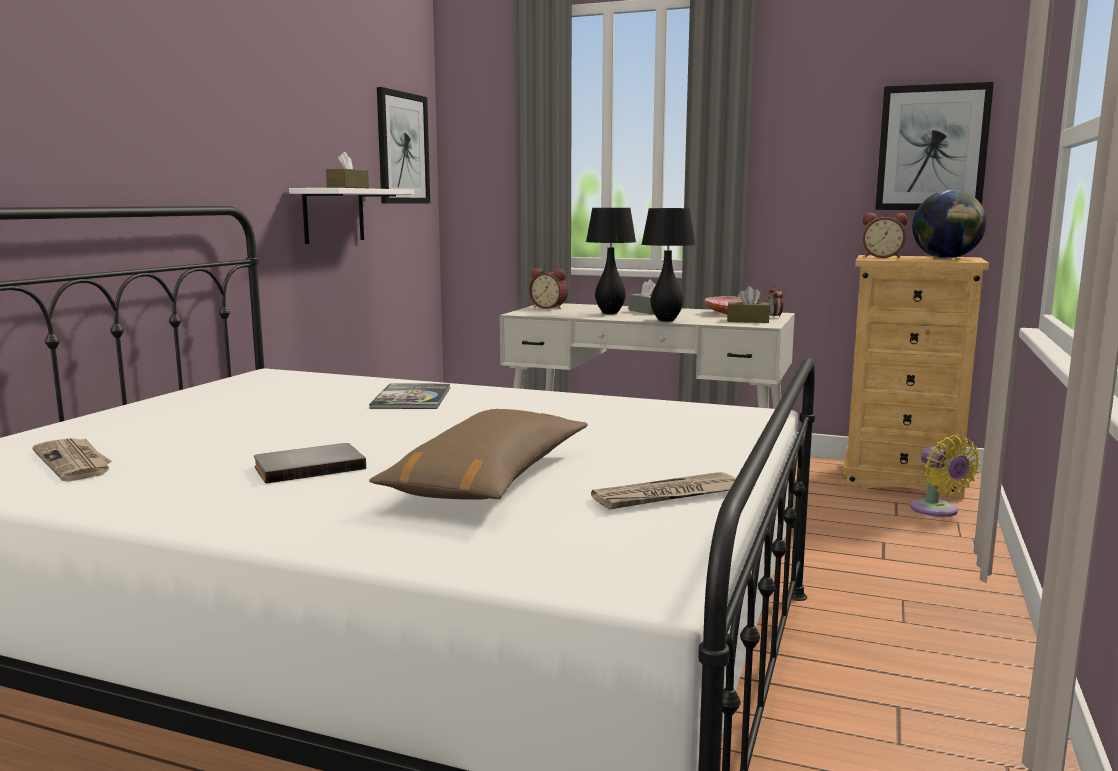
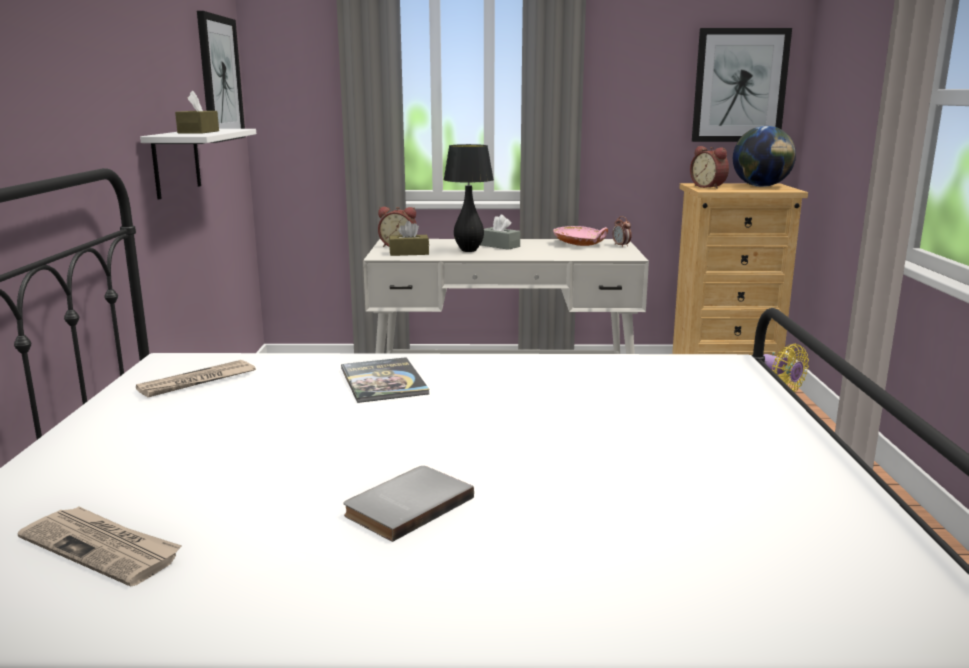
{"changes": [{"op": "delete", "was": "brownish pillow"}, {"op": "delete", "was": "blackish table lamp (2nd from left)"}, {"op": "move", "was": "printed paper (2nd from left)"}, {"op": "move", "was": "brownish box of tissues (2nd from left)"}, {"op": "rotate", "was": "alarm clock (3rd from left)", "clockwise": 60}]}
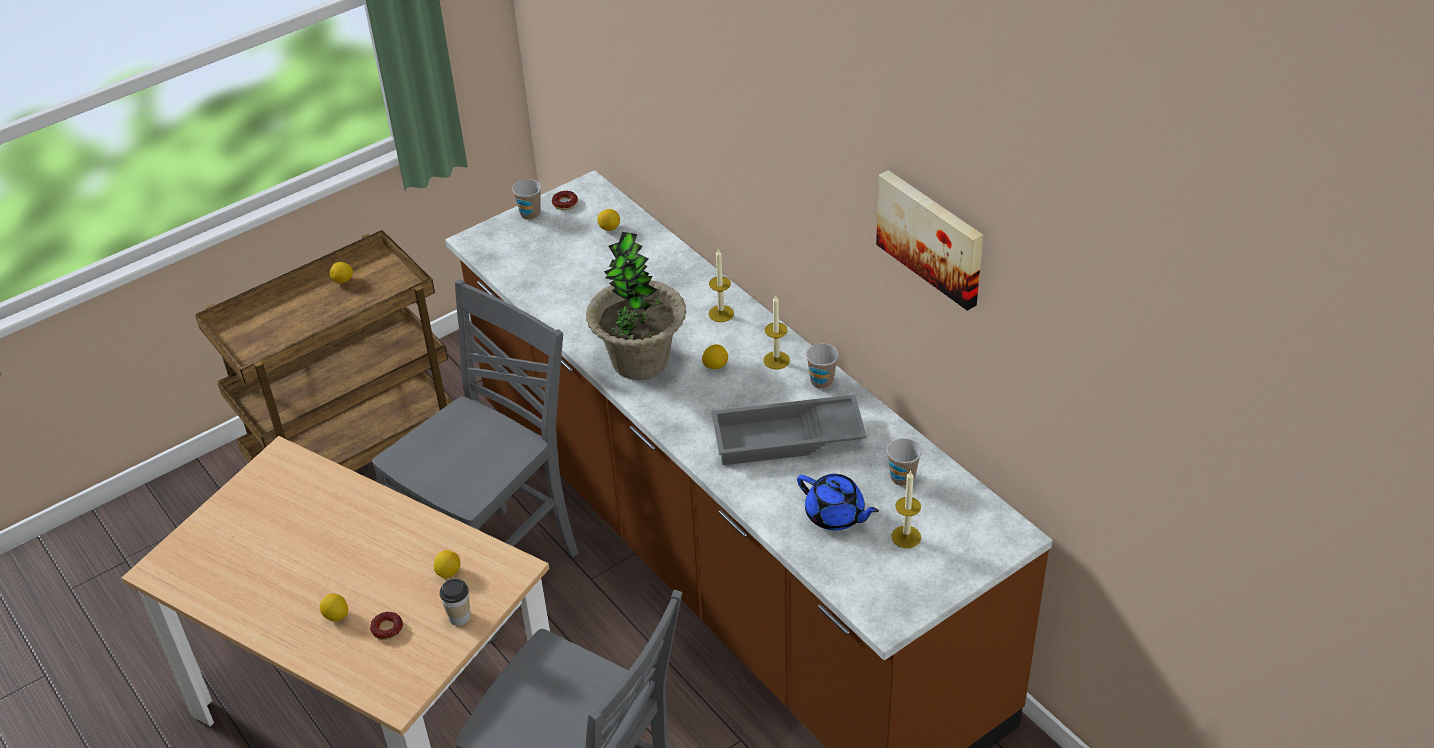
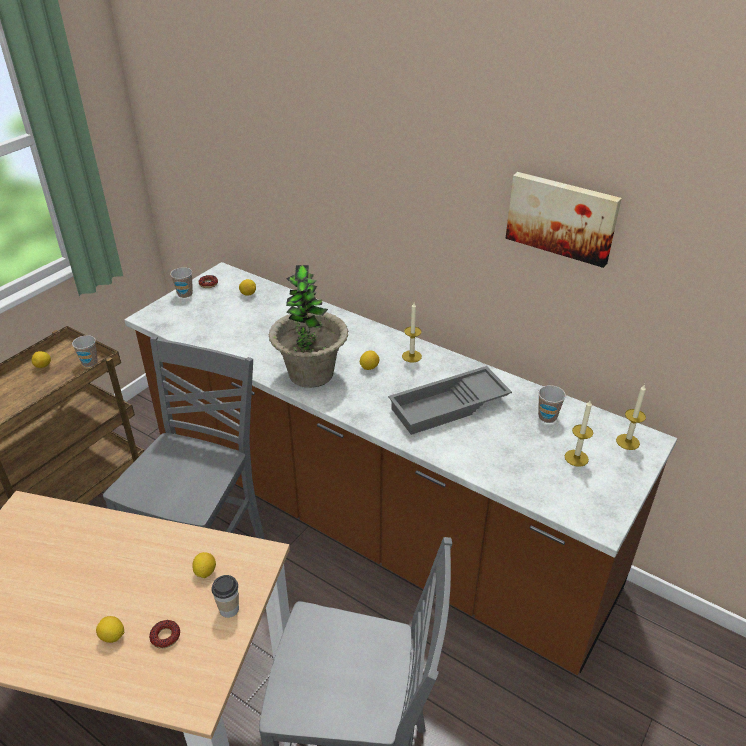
{"changes": [{"op": "delete", "was": "bluish teapot"}, {"op": "move", "was": "wax light (1st from left in the first image)", "now": "wax light (3rd from left)"}, {"op": "move", "was": "small cup (3rd from left in the first image)", "now": "small cup (1st from left)"}]}
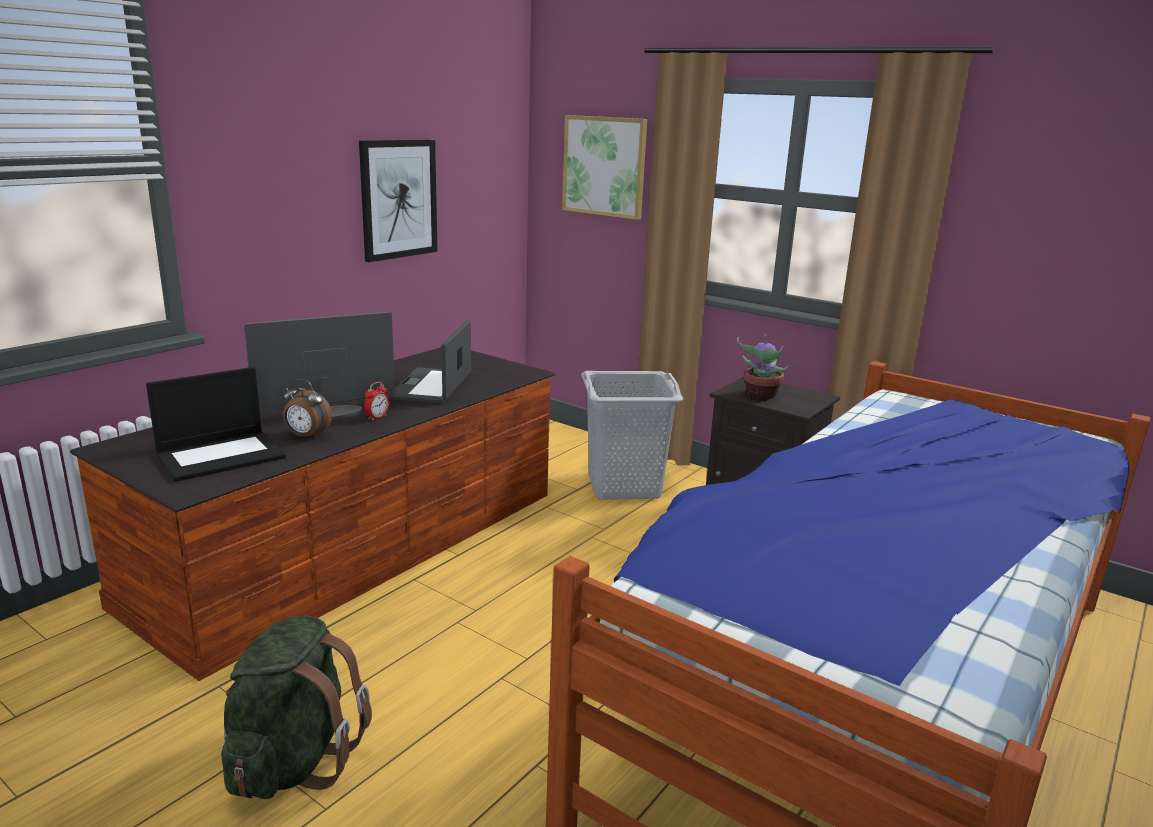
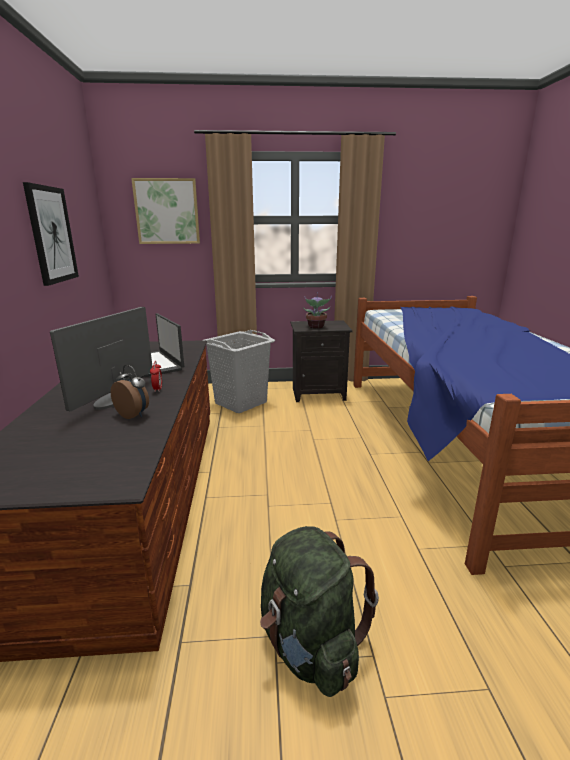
{"changes": [{"op": "delete", "was": "notebook computer (1st from left)"}, {"op": "rotate", "was": "alarm clock (1st from left)", "clockwise": -120}]}
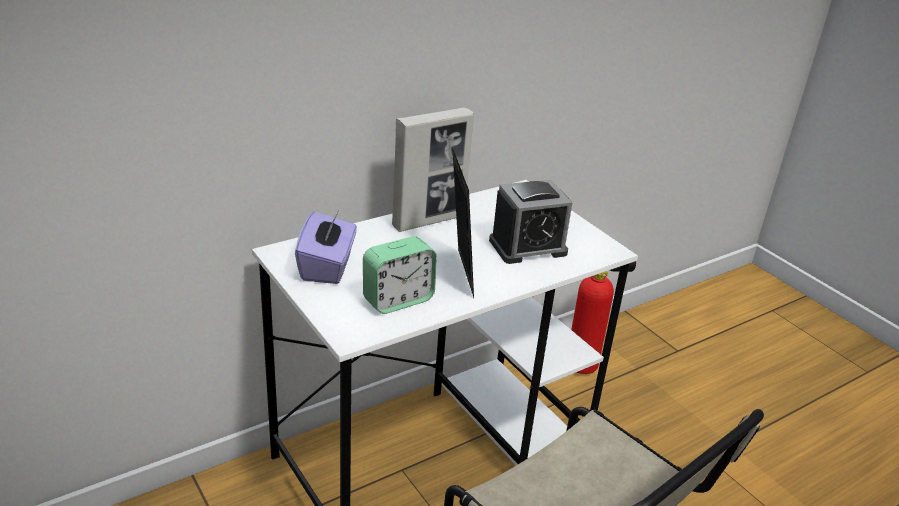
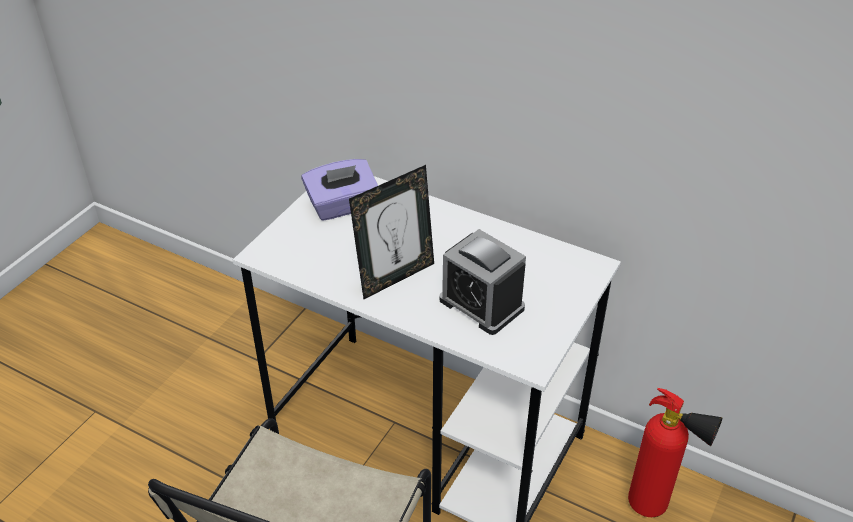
{"changes": [{"op": "delete", "was": "alarm clock (1st from left)"}, {"op": "delete", "was": "photo frame (1st from left)"}]}
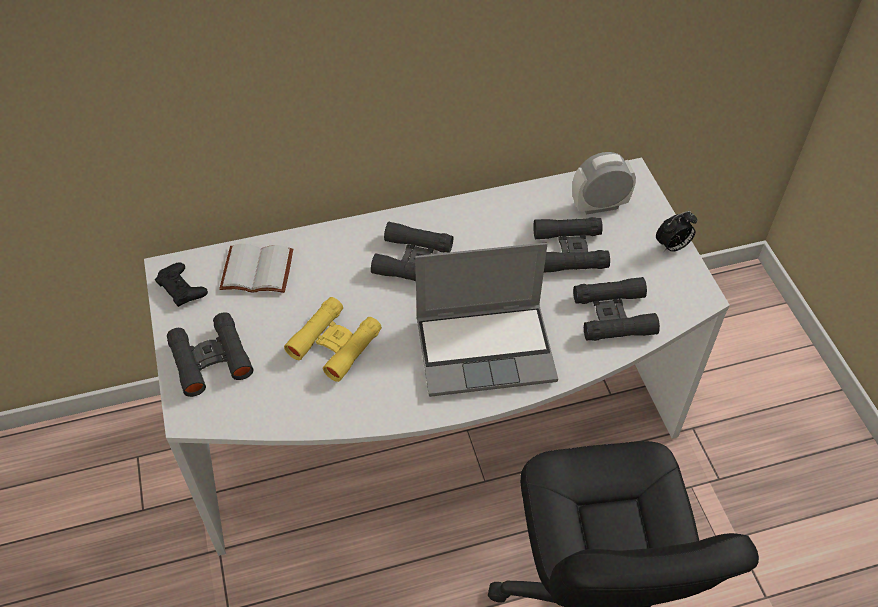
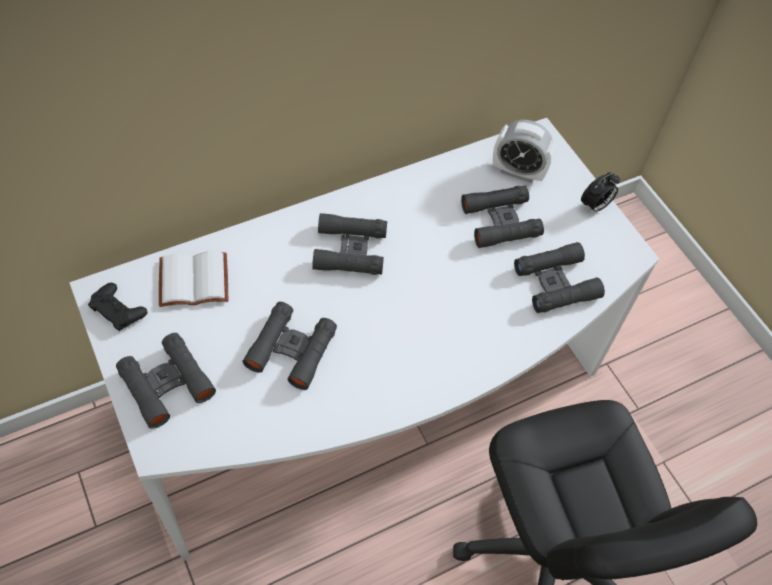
{"changes": [{"op": "delete", "was": "notebook computer"}, {"op": "recolor", "was": "yellow-coloured pair of binoculars", "now": "blackish pair of binoculars (2nd from left)"}, {"op": "rotate", "was": "alarm clock (1st from left)", "clockwise": -135}]}
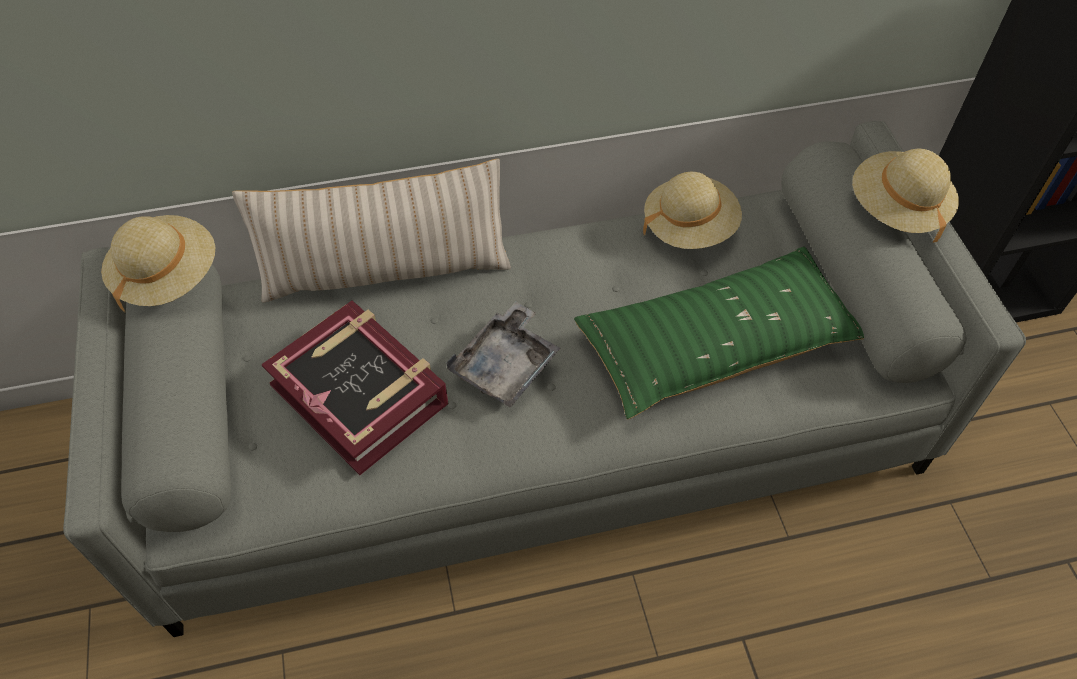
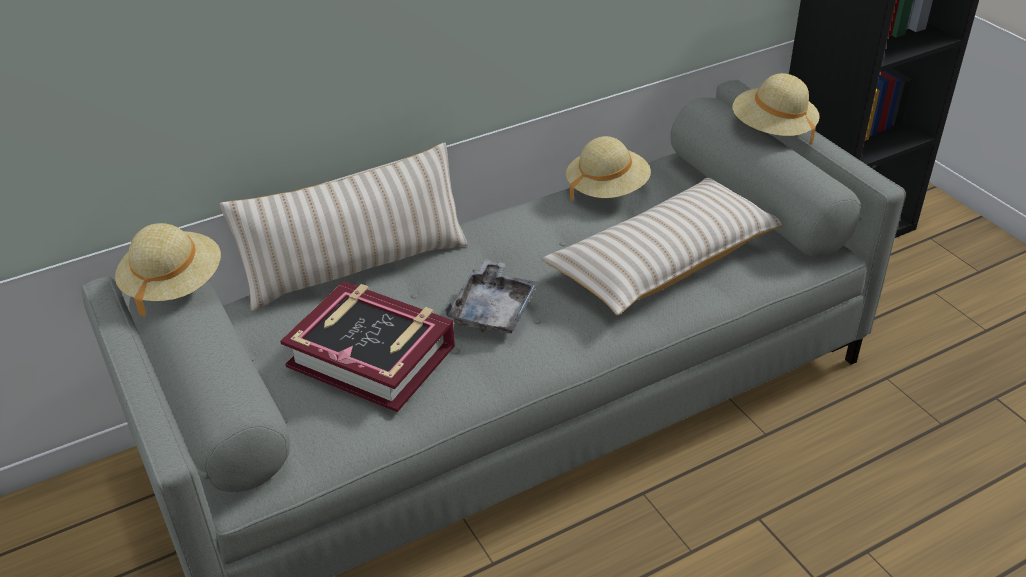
{"changes": [{"op": "recolor", "was": "green-coloured pillow", "now": "beige-coloured pillow (2nd from left)"}]}
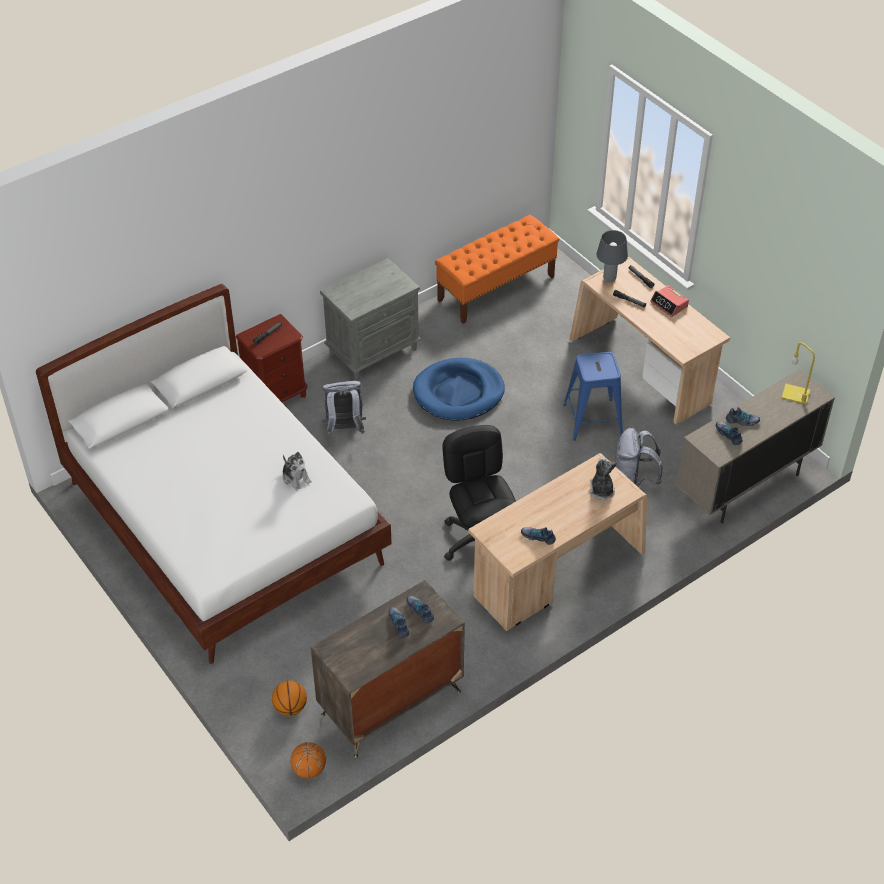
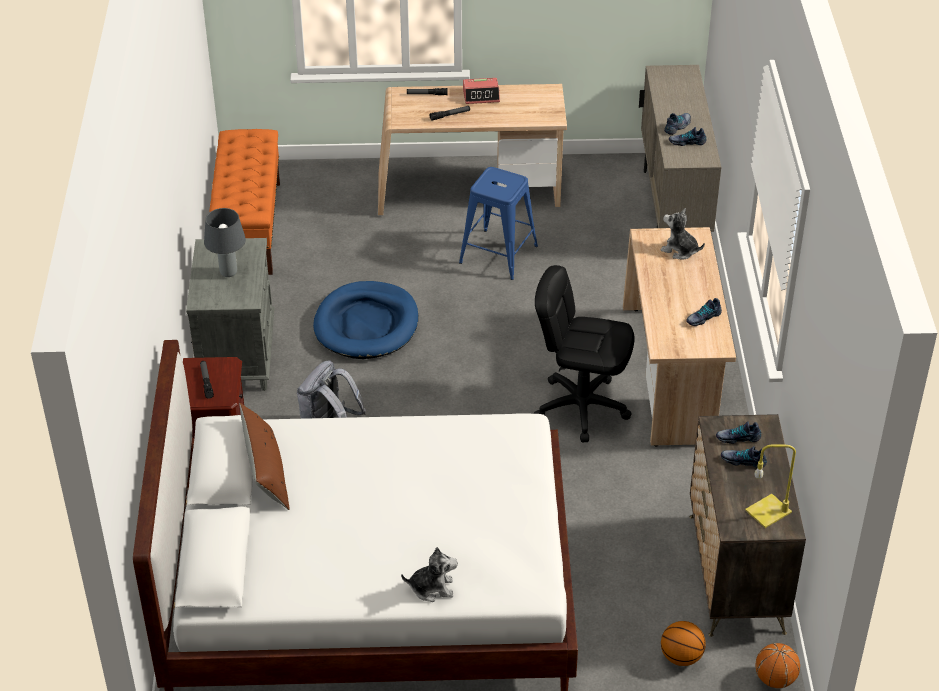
{"changes": [{"op": "delete", "was": "greyish backpack (2nd from left)"}, {"op": "insert", "now": "brownish pillow"}, {"op": "move", "was": "soft toy (1st from left)"}, {"op": "move", "was": "greyish table lamp"}, {"op": "move", "was": "yellow-coloured table lamp"}]}
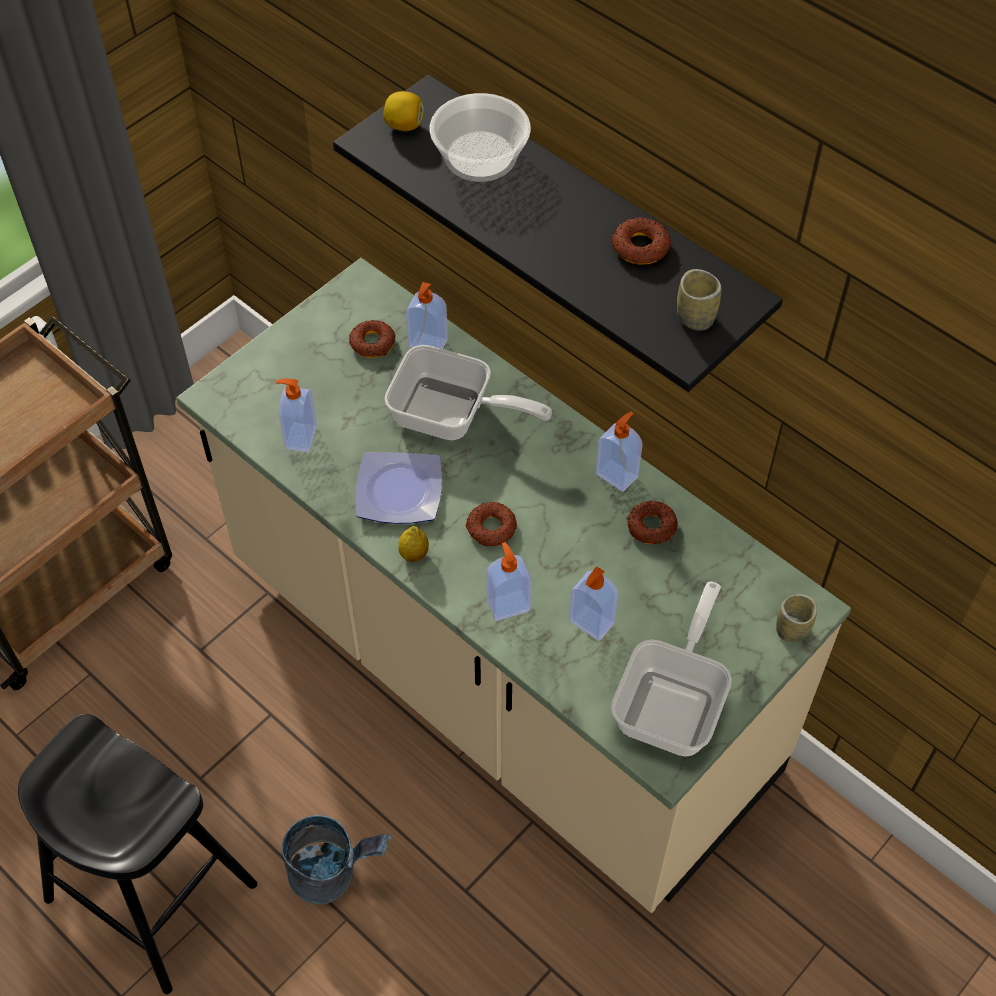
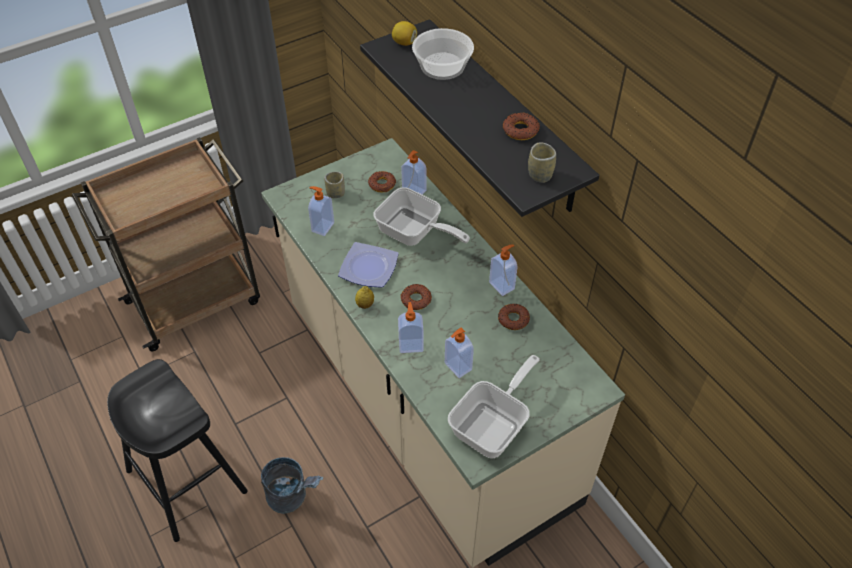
{"changes": [{"op": "move", "was": "small cup (2nd from left in the first image)", "now": "small cup (1st from left)"}]}
